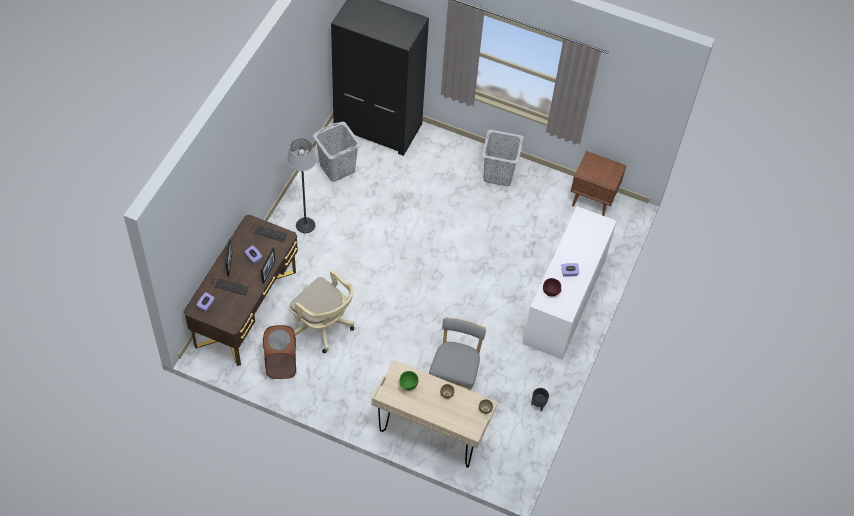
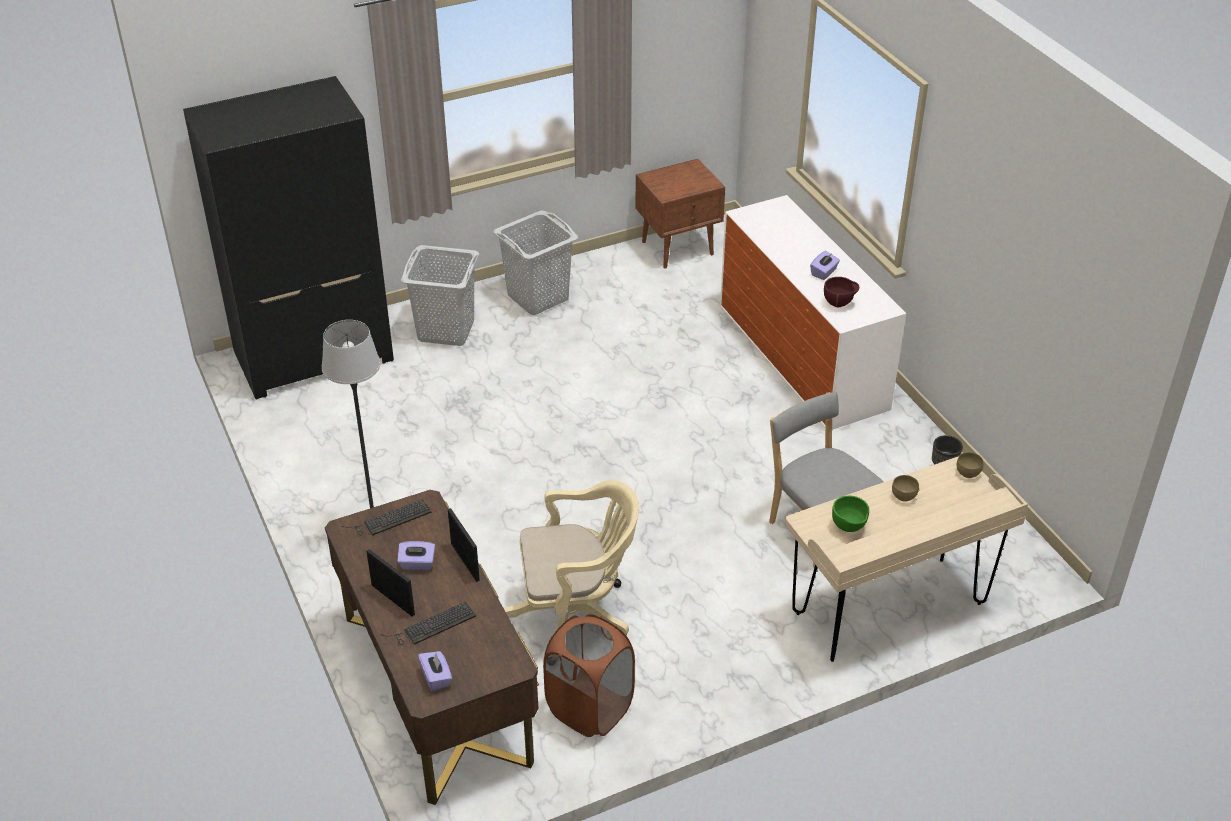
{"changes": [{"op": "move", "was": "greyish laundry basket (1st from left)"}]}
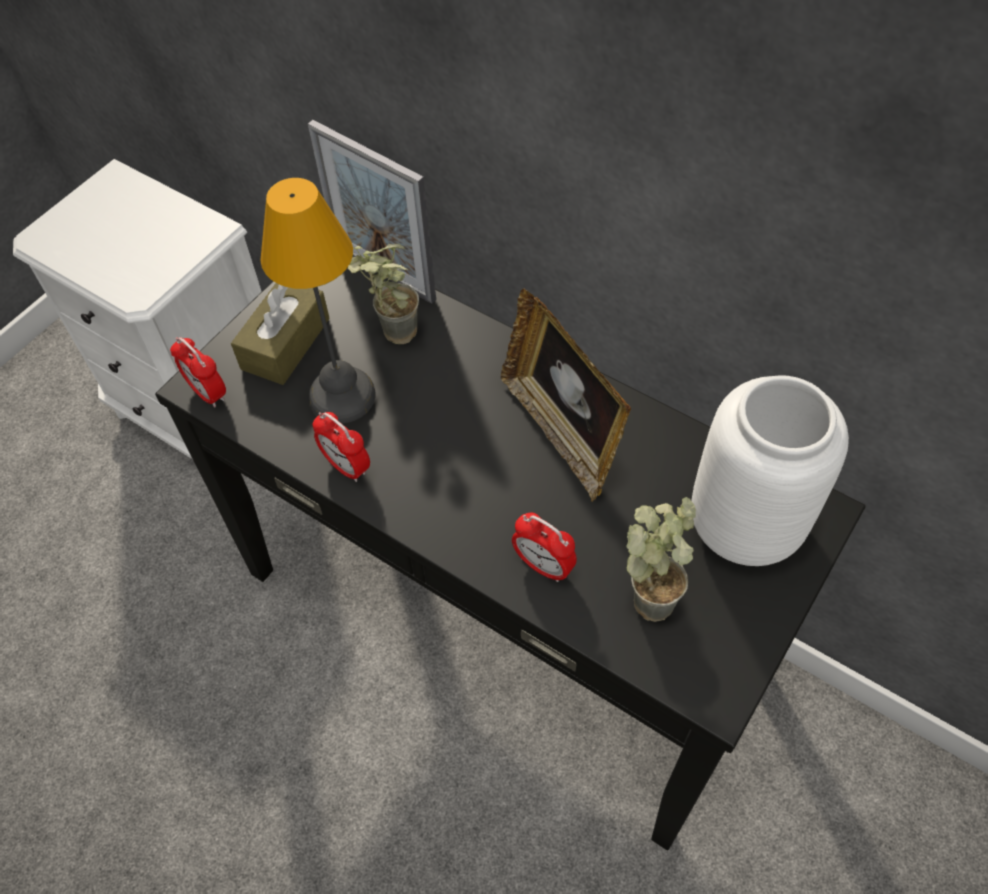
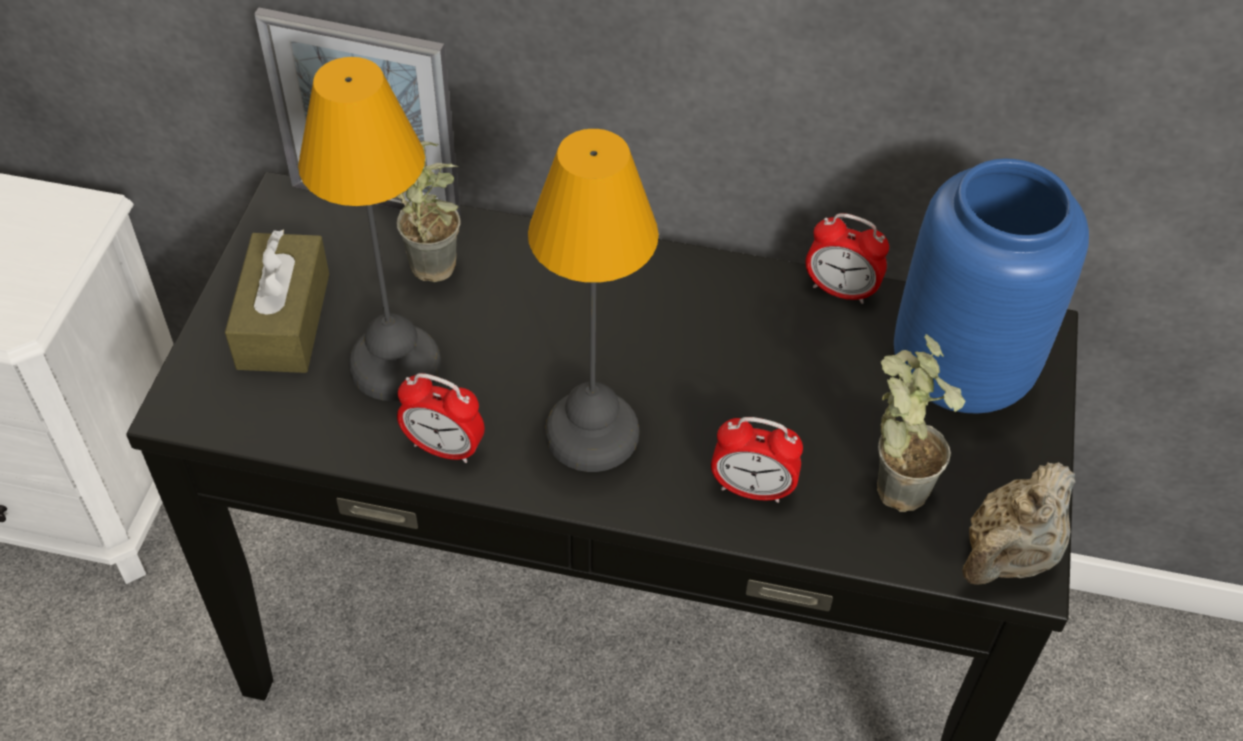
{"changes": [{"op": "delete", "was": "photo frame (2nd from left)"}, {"op": "insert", "now": "table lamp (2nd from left)"}, {"op": "insert", "now": "beige-coloured teapot"}, {"op": "move", "was": "alarm clock (1st from left in the first image)", "now": "alarm clock (3rd from left)"}, {"op": "recolor", "was": "whitish decorative vase", "now": "bluish decorative vase"}]}
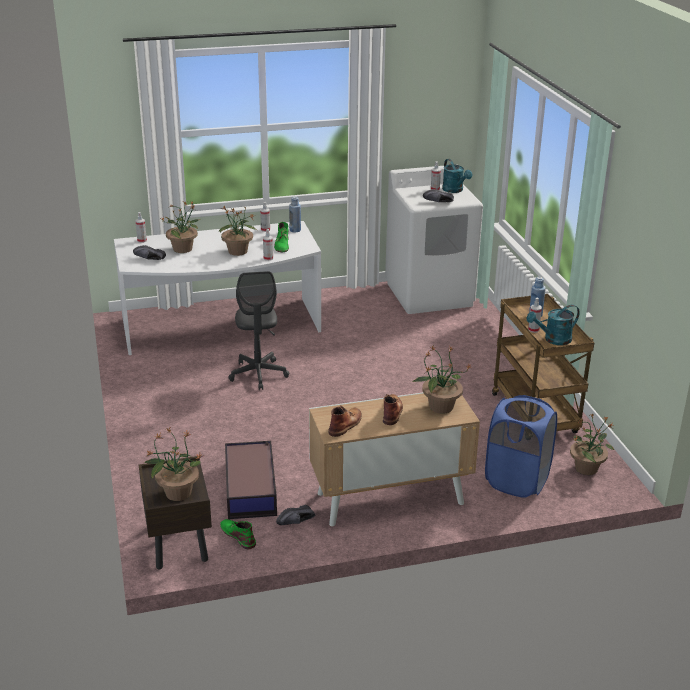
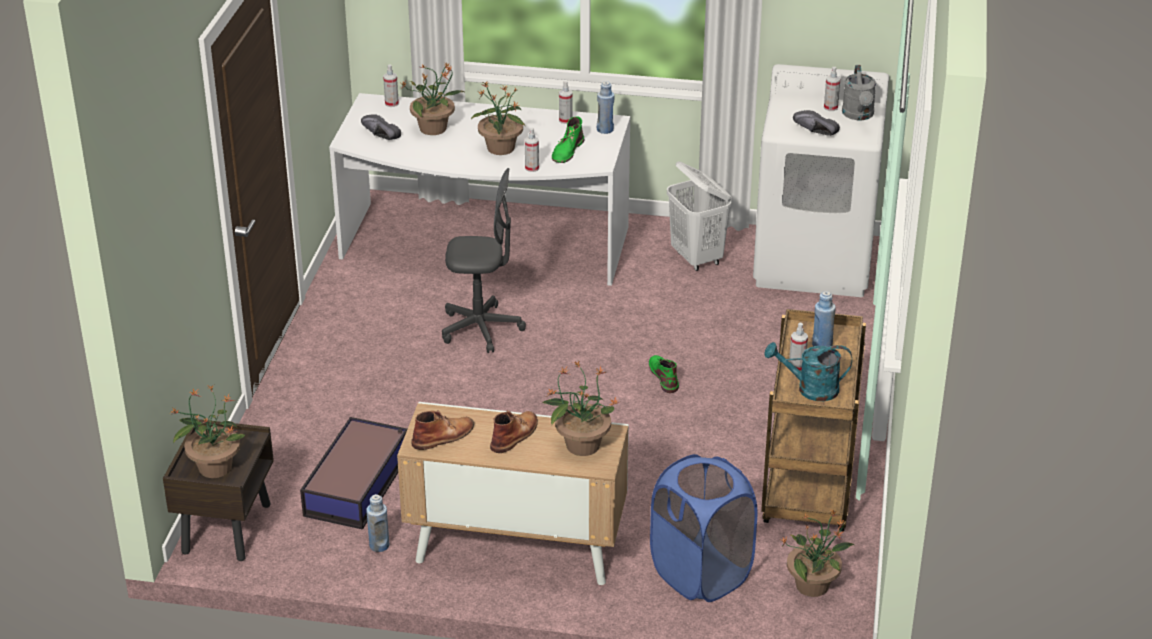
{"changes": [{"op": "insert", "now": "whitish laundry basket"}, {"op": "move", "was": "green-coloured high-top boot (1st from left in the first image)", "now": "green-coloured high-top boot (2nd from left)"}, {"op": "replace", "was": "blackish item of footwear (2nd from left)", "now": "bluish beverage bottle (1st from left)"}, {"op": "recolor", "was": "turquoise watering pot (1st from left)", "now": "greyish watering pot"}, {"op": "rotate", "was": "greyish desk chair", "clockwise": -105}]}
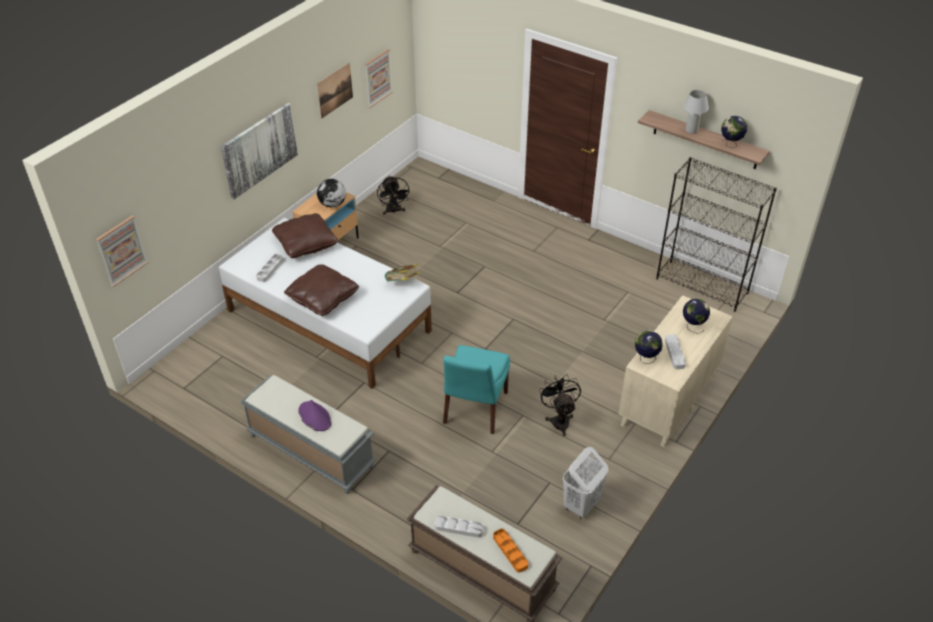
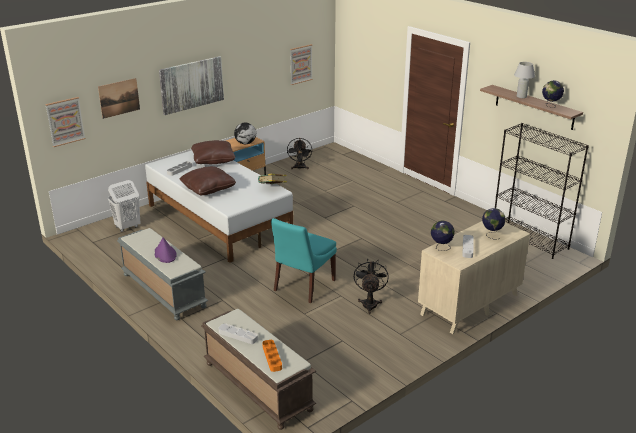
{"changes": [{"op": "move", "was": "wall art (3rd from left in the first image)", "now": "wall art (2nd from left)"}, {"op": "move", "was": "whitish laundry basket"}]}
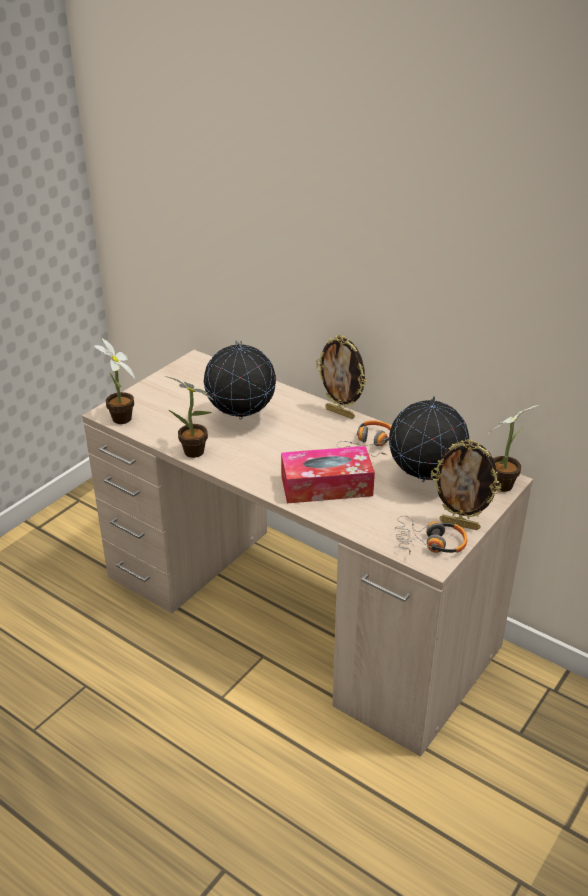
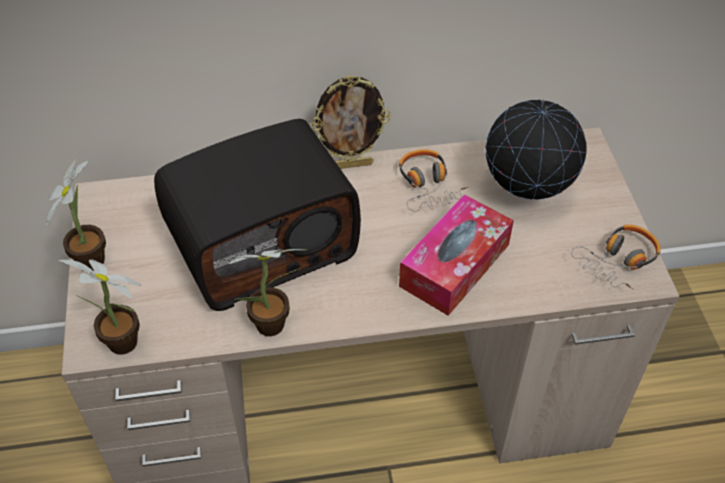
{"changes": [{"op": "delete", "was": "photo frame (2nd from left)"}, {"op": "move", "was": "plant in a pot (3rd from left in the first image)", "now": "plant in a pot (1st from left)"}, {"op": "replace", "was": "desk globe (1st from left)", "now": "radio"}]}
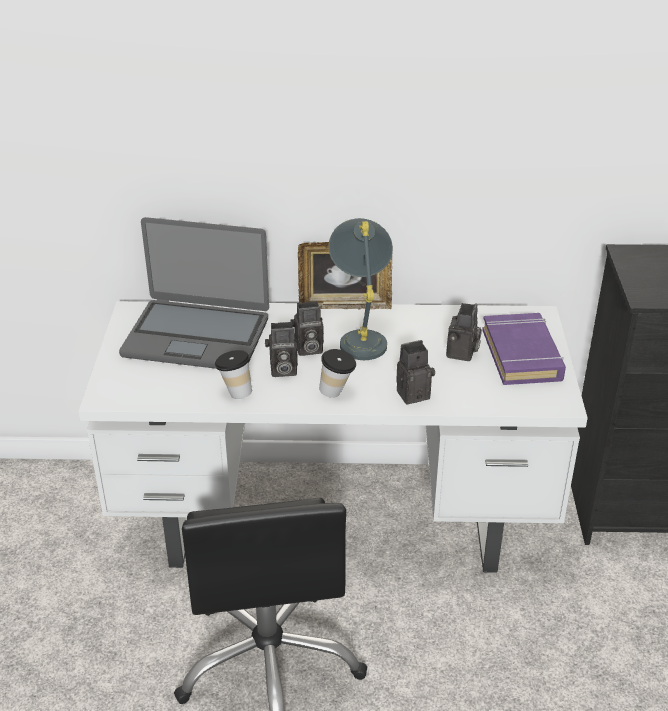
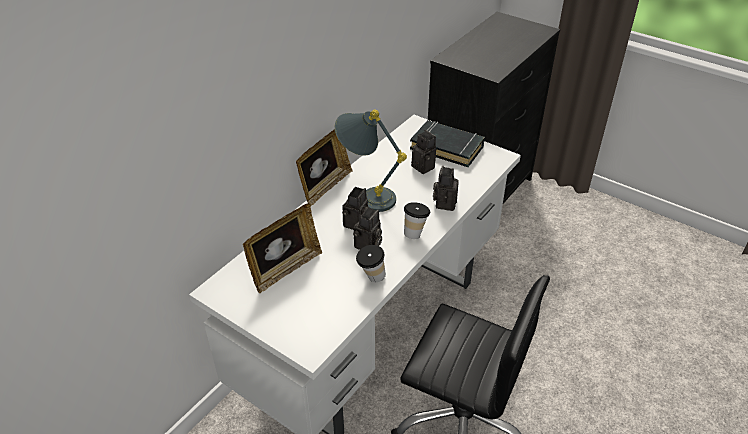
{"changes": [{"op": "replace", "was": "notebook computer", "now": "photo frame (1st from left)"}, {"op": "recolor", "was": "purple bound book", "now": "blackish bound book"}]}
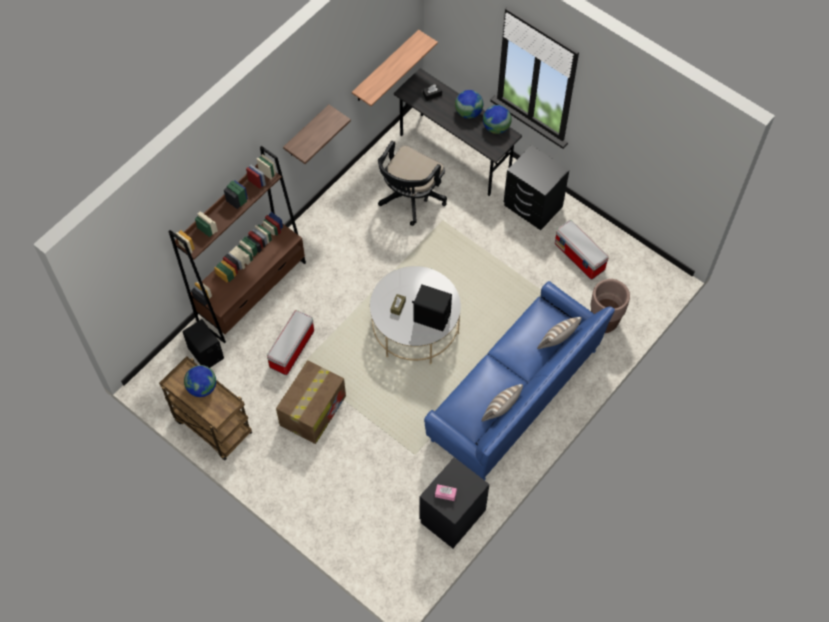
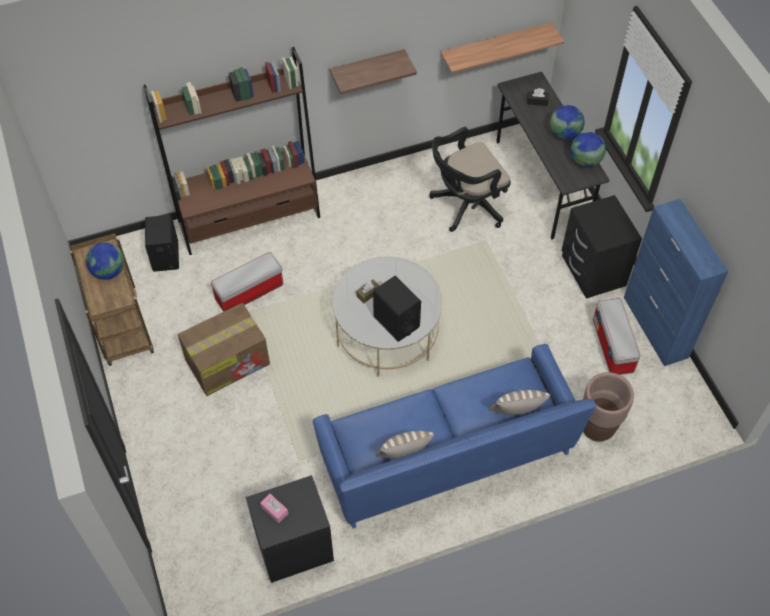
{"changes": [{"op": "insert", "now": "bluish storage cabinet"}]}
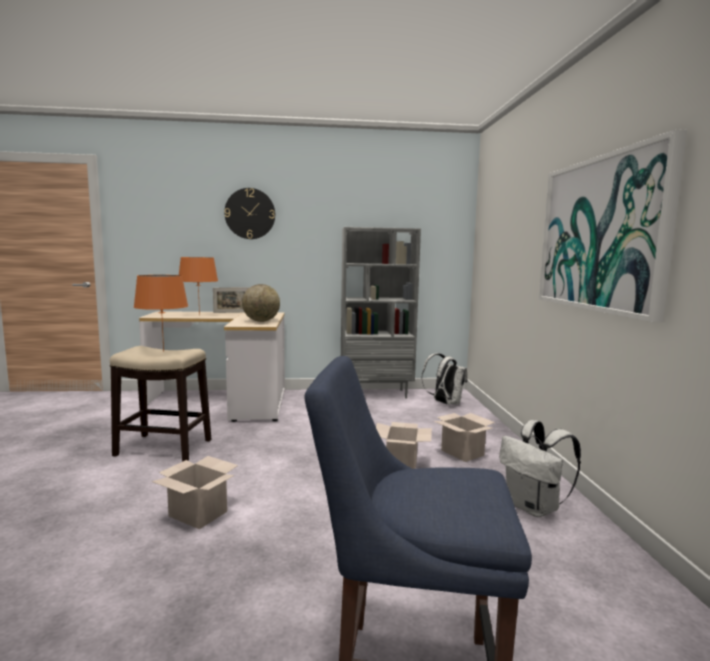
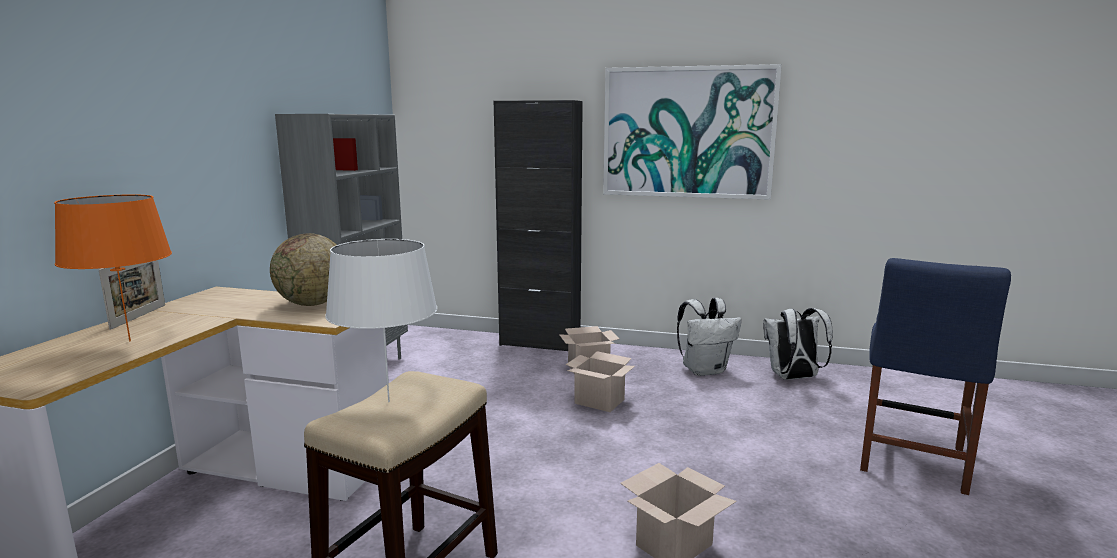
{"changes": [{"op": "delete", "was": "hanging clock"}, {"op": "insert", "now": "blackish storage cabinet"}, {"op": "move", "was": "whitish backpack (1st from left in the first image)", "now": "whitish backpack (2nd from left)"}, {"op": "recolor", "was": "orange-coloured table lamp (1st from left)", "now": "whitish table lamp"}]}
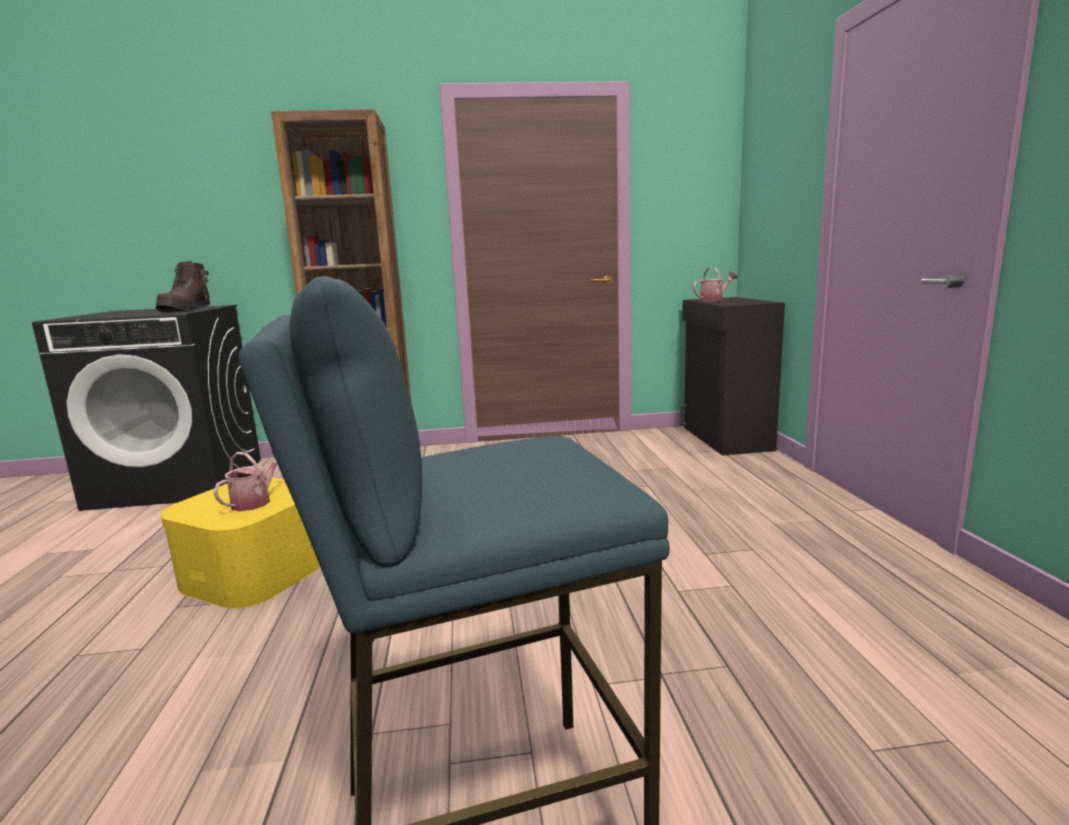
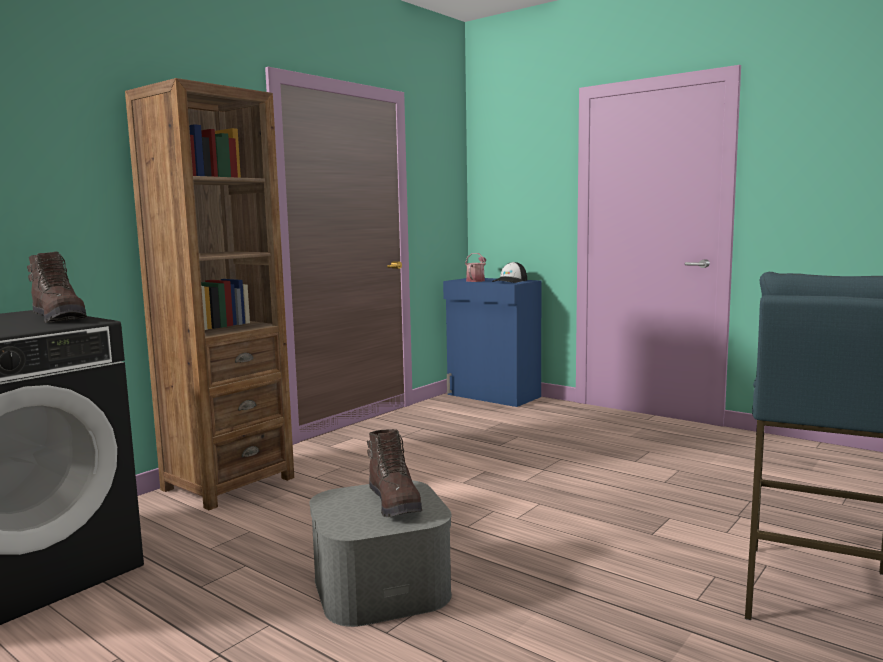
{"changes": [{"op": "insert", "now": "baseball cap"}, {"op": "replace", "was": "watering pot (1st from left)", "now": "brownish high-top boot (2nd from left)"}, {"op": "recolor", "was": "yellow-coloured storage bin", "now": "greyish storage bin"}, {"op": "recolor", "was": "blackish storage cabinet", "now": "bluish storage cabinet"}]}
